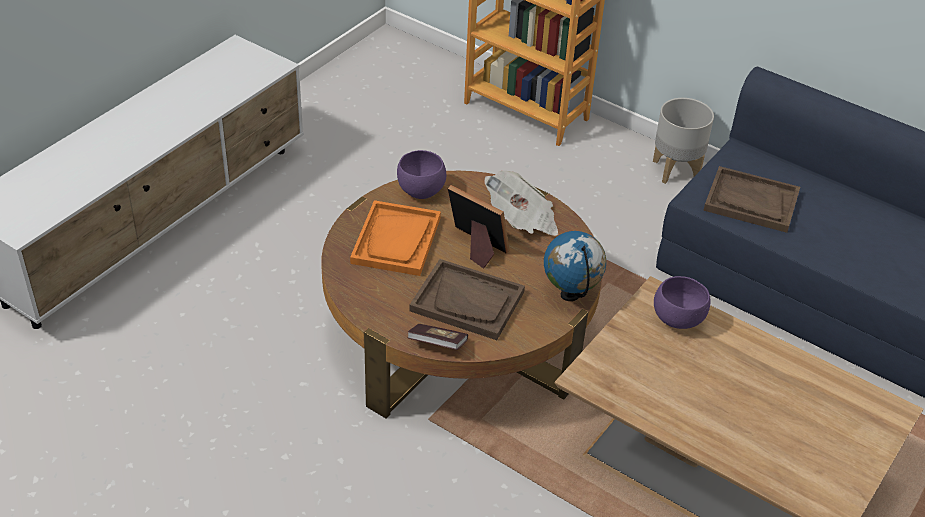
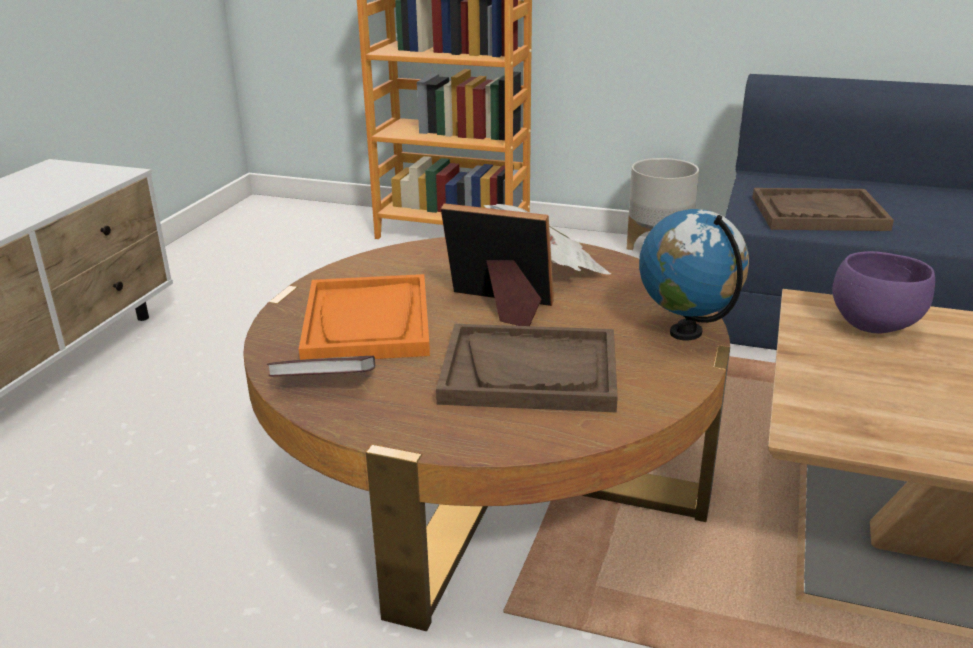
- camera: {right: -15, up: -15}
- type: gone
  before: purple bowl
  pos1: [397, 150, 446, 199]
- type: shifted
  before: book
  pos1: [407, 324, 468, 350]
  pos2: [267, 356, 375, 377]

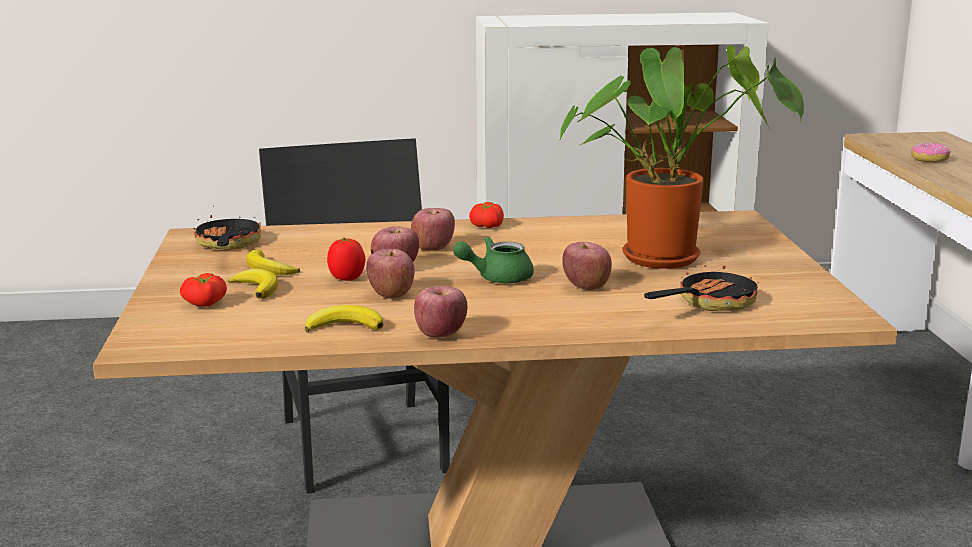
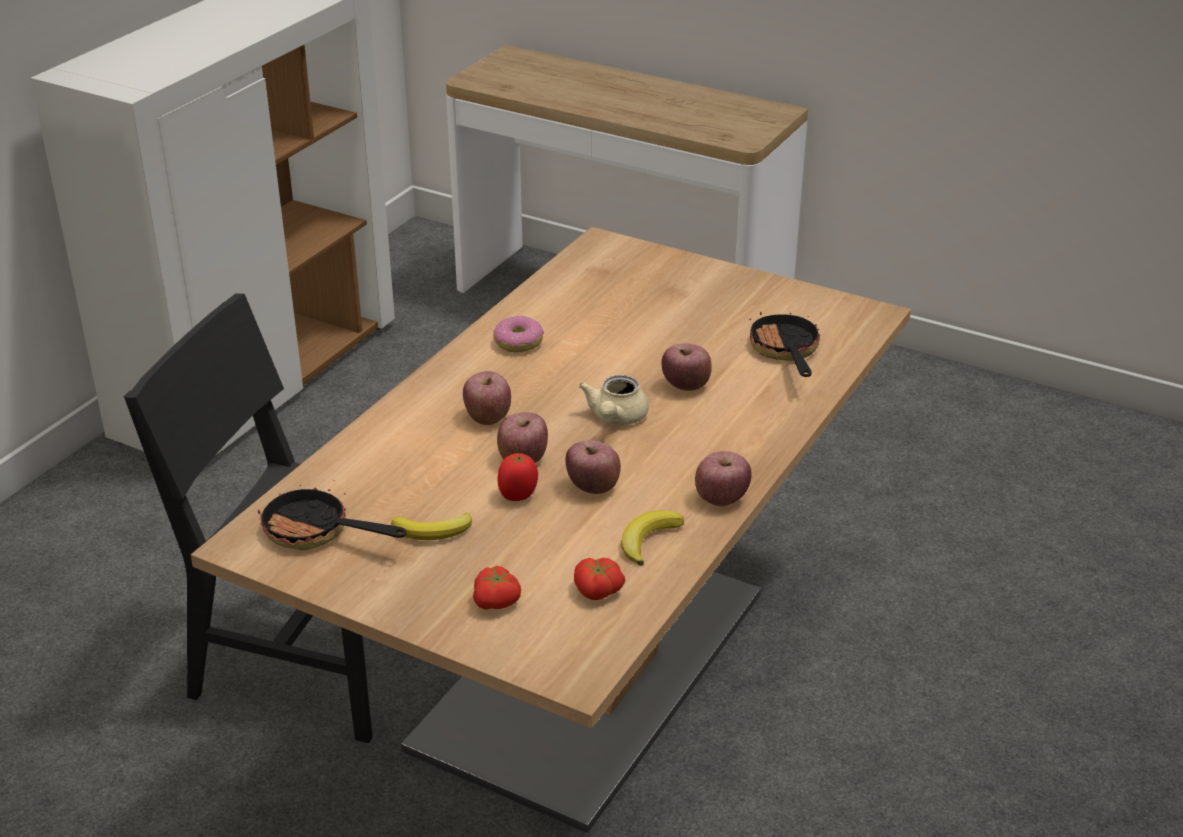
- camera: {right: -55, up: 15}
- type: gone
  before: potted plant
  pos1: [558, 46, 804, 269]
- type: shifted
  before: donut
  pos1: [911, 143, 950, 162]
  pos2: [493, 316, 544, 353]
- type: shifted
  before: tomato
  pos1: [469, 202, 504, 228]
  pos2: [574, 558, 625, 600]
- type: repainted
  before: green teapot
  after: beige teapot
  pos1: [453, 237, 534, 283]
  pos2: [579, 375, 649, 425]
- type: gone
  before: banana
  pos1: [228, 269, 278, 299]

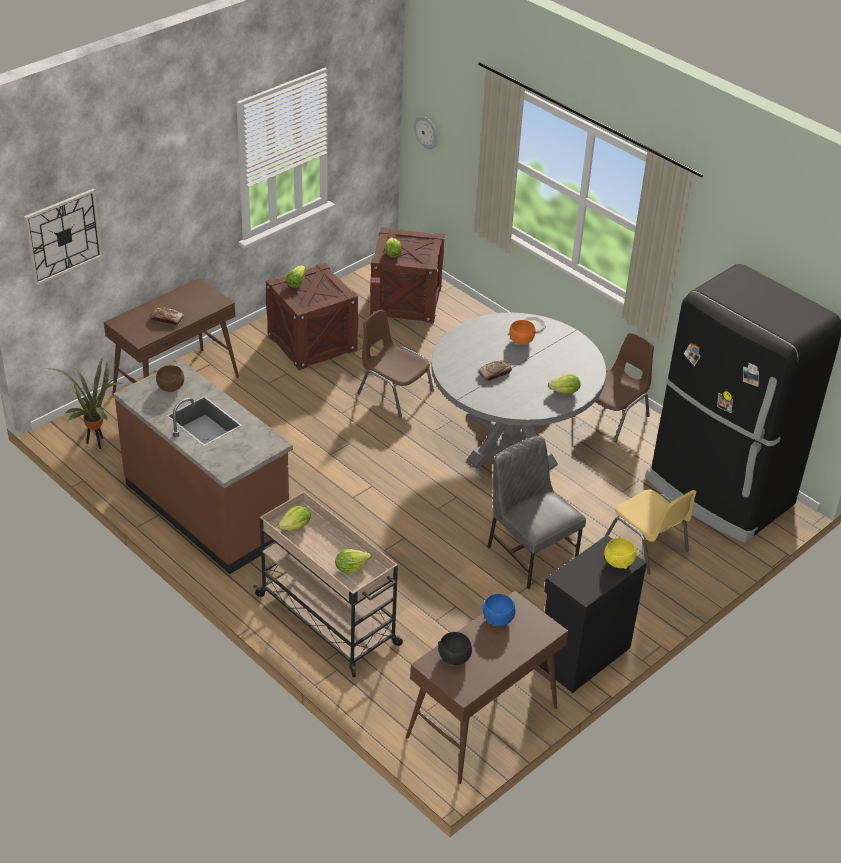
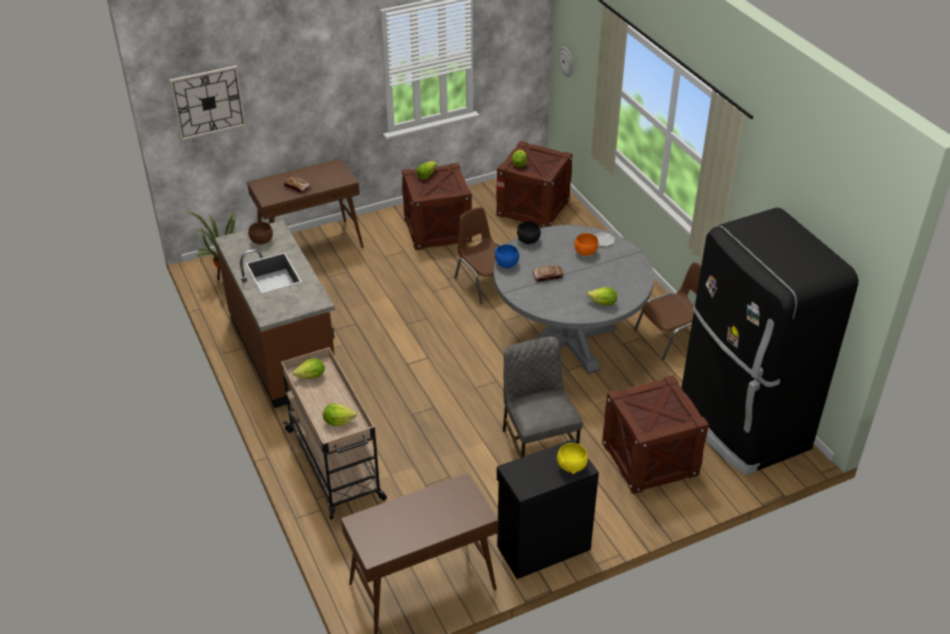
- camera: {right: 20, up: 0}
- type: swapped
  before: yellow chair
  after: crate
  pos1: [604, 489, 697, 574]
  pos2: [602, 375, 709, 494]
- type: shifted
  before: blue bowl
  pos1: [482, 594, 515, 626]
  pos2: [495, 244, 519, 268]
- type: shifted
  before: black bowl
  pos1: [438, 632, 472, 665]
  pos2: [517, 221, 541, 244]

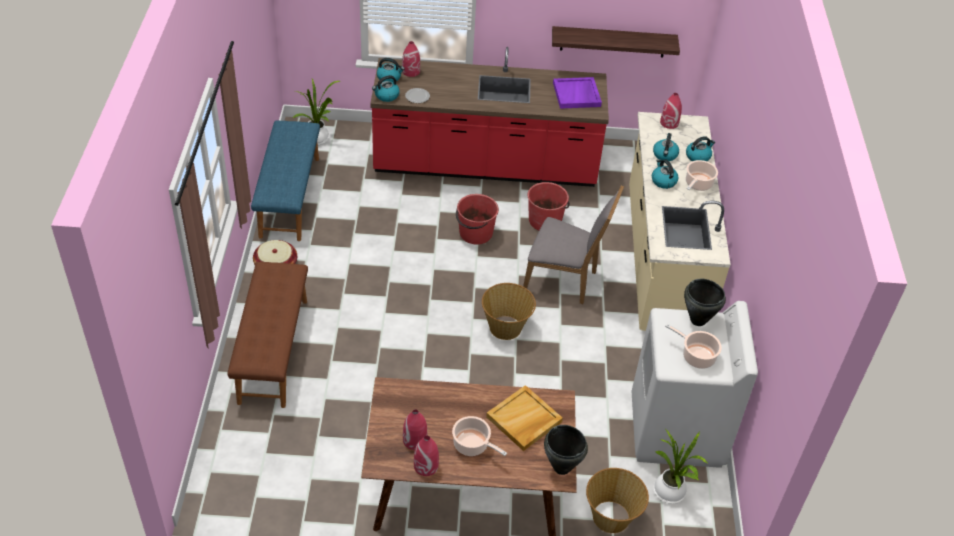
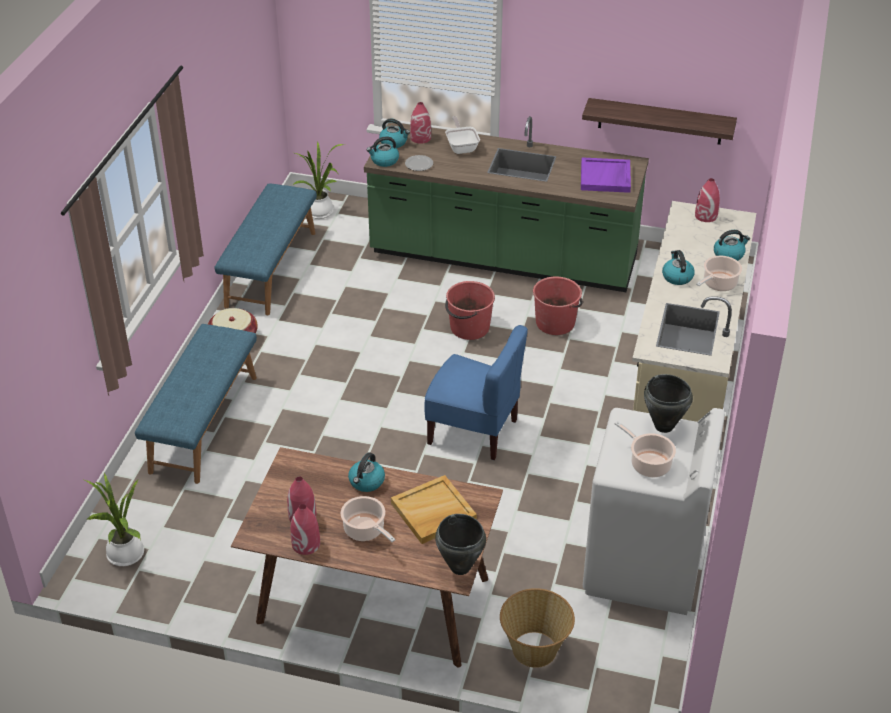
- camera: {right: 15, up: -5}
- type: repainted
  before: red counter
  after: green counter
  pos1: [370, 47, 609, 187]
  pos2: [364, 116, 649, 292]
- type: shifted
  before: kettle
  pos1: [653, 133, 679, 161]
  pos2: [348, 452, 385, 492]
- type: gone
  before: grey chair
  pos1: [523, 185, 624, 304]
- type: repainted
  before: brown bench
  after: blue bench
  pos1: [227, 262, 308, 408]
  pos2: [135, 324, 257, 484]
- type: swapped
  before: basket
  after: blue chair
  pos1: [482, 283, 536, 340]
  pos2: [424, 325, 528, 460]
- type: shifted
  before: potted plant
  pos1: [654, 429, 707, 504]
  pos2: [84, 473, 144, 566]
- type: new
  after: frying pan
  pos2: [445, 116, 480, 154]

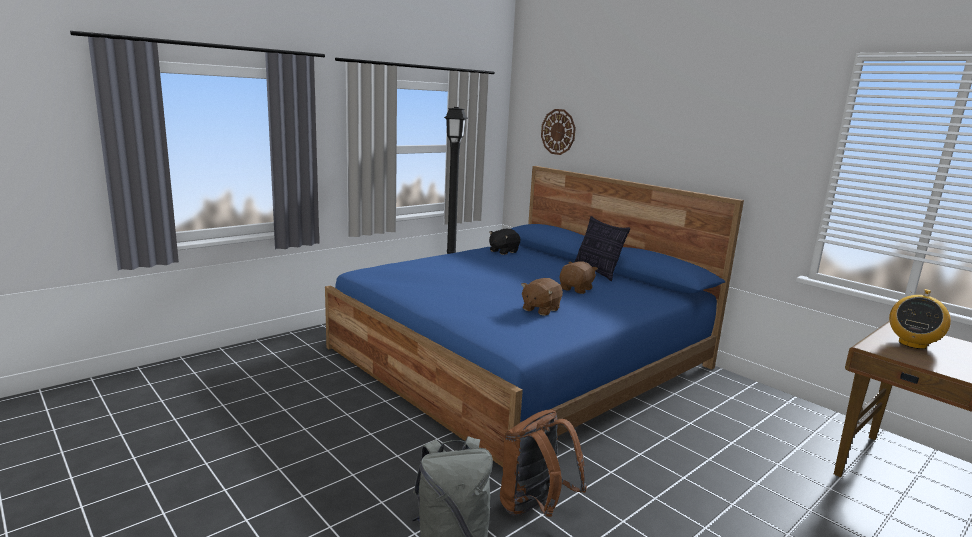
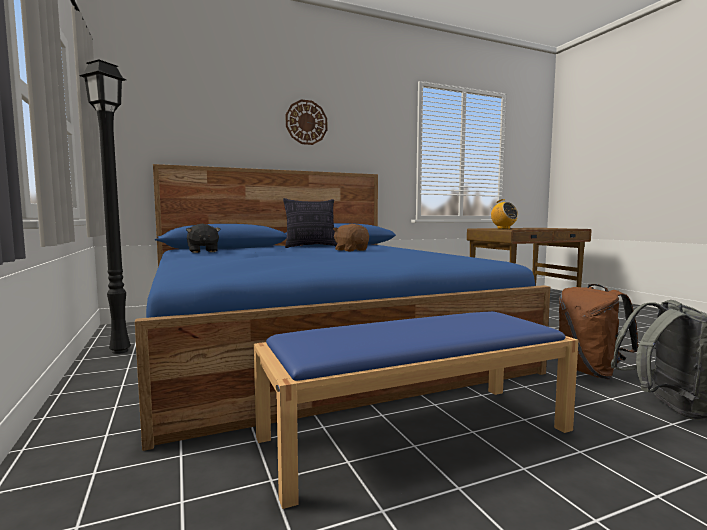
- camera: {right: -70, up: -10}
- type: shifted
  before: wall clock
  pos1: [541, 109, 576, 155]
  pos2: [286, 99, 327, 145]
- type: gone
  before: brown plush toy
  pos1: [521, 278, 563, 316]
- type: new
  after: blue bench
  pos2: [254, 311, 579, 509]

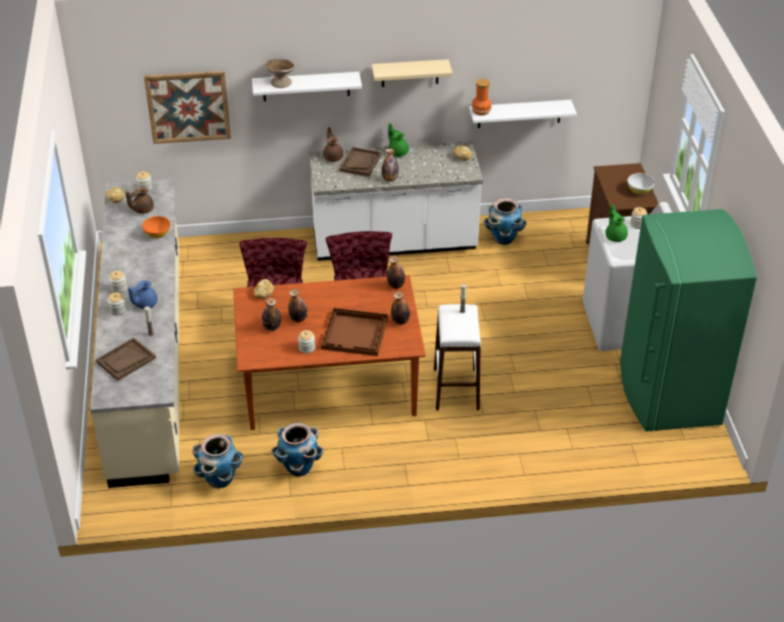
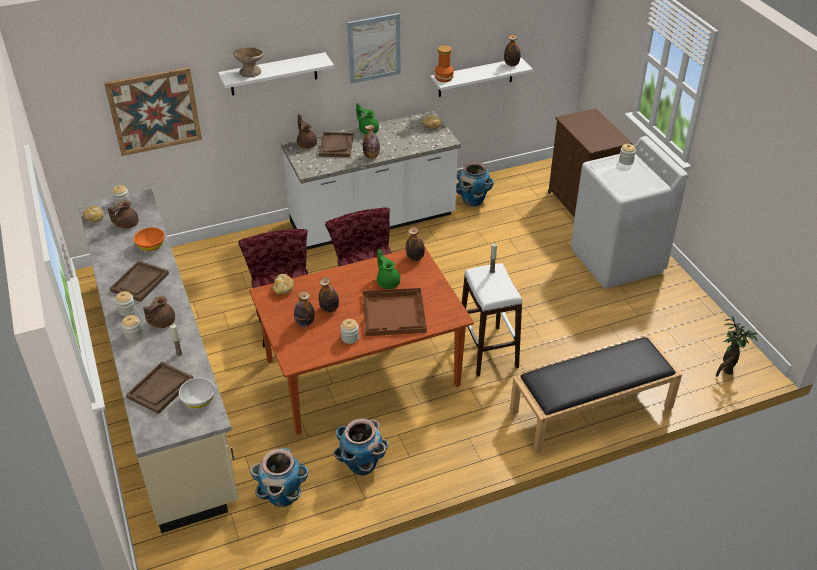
- camera: {right: -15, up: 0}
- type: swapped
  before: beige shelf
  after: picture
  pos1: [372, 59, 453, 87]
  pos2: [347, 13, 400, 84]
- type: shifted
  before: white bowl
  pos1: [628, 173, 655, 194]
  pos2: [179, 378, 215, 409]
- type: shifted
  before: green teapot
  pos1: [606, 204, 628, 242]
  pos2: [377, 249, 400, 289]
- type: gone
  before: green fridge
  pos1: [620, 209, 757, 432]
- type: repainted
  before: blue teapot
  after: brown teapot
  pos1: [128, 280, 157, 309]
  pos2: [143, 296, 175, 328]
- type: shifted
  before: bottle
  pos1: [391, 291, 410, 324]
  pos2: [504, 34, 520, 66]
- type: new
  after: brown tray
  pos2: [110, 261, 169, 302]
- type: new
  after: potted plant
  pos2: [716, 315, 758, 377]
- type: new
  after: black bench
  pos2: [510, 336, 682, 453]

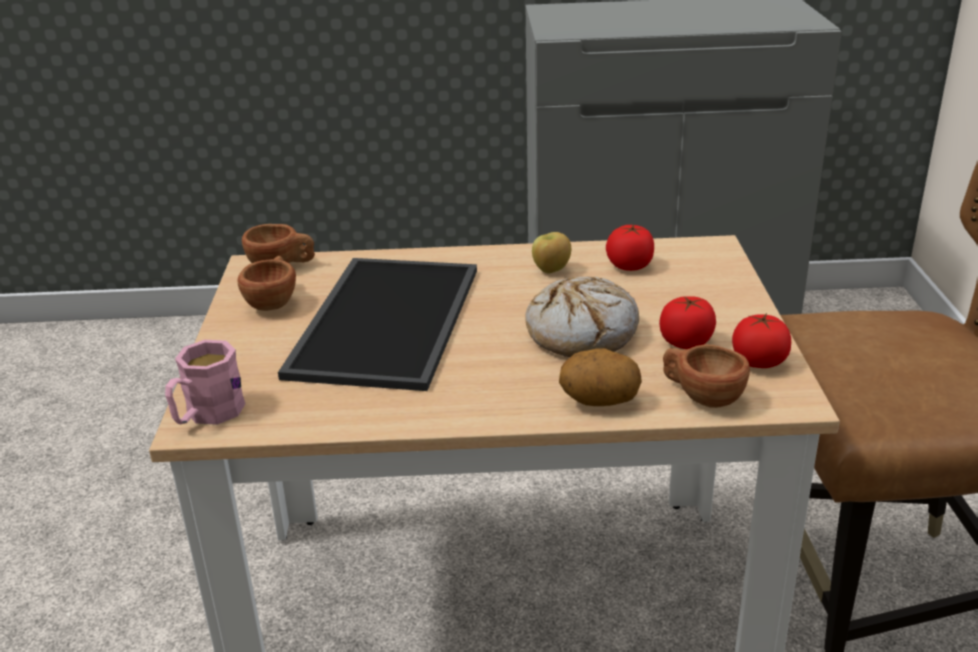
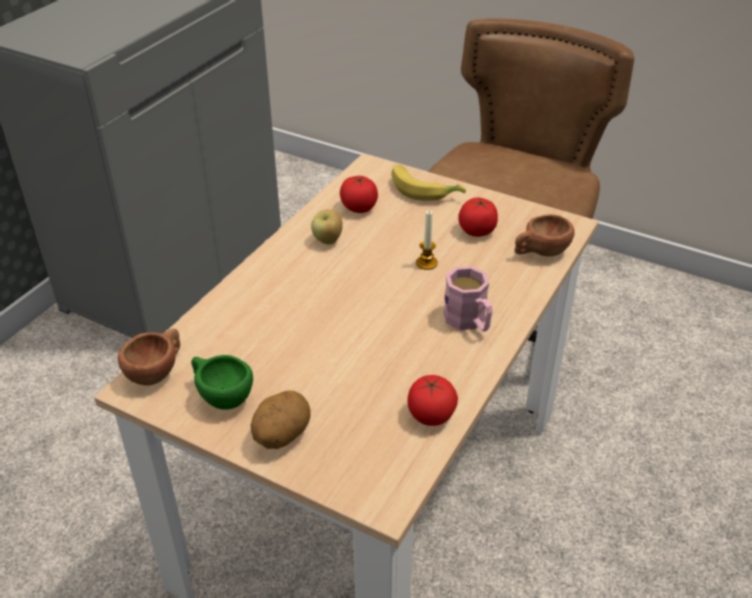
- camera: {right: -60, up: 10}
- type: repainted
  before: brown cup
  after: green cup
  pos1: [238, 256, 296, 311]
  pos2: [191, 355, 253, 410]
- type: gone
  before: tray
  pos1: [278, 258, 477, 391]
- type: swapped
  before: bread
  after: candle
  pos1: [525, 277, 639, 357]
  pos2: [416, 210, 438, 270]
- type: shifted
  before: tomato
  pos1: [732, 313, 791, 368]
  pos2: [408, 375, 458, 426]
- type: shifted
  before: pink mug
  pos1: [165, 340, 246, 425]
  pos2: [443, 266, 493, 332]
- type: shifted
  before: potato
  pos1: [559, 348, 642, 406]
  pos2: [251, 391, 311, 449]
- type: new
  after: banana
  pos2: [391, 165, 466, 200]

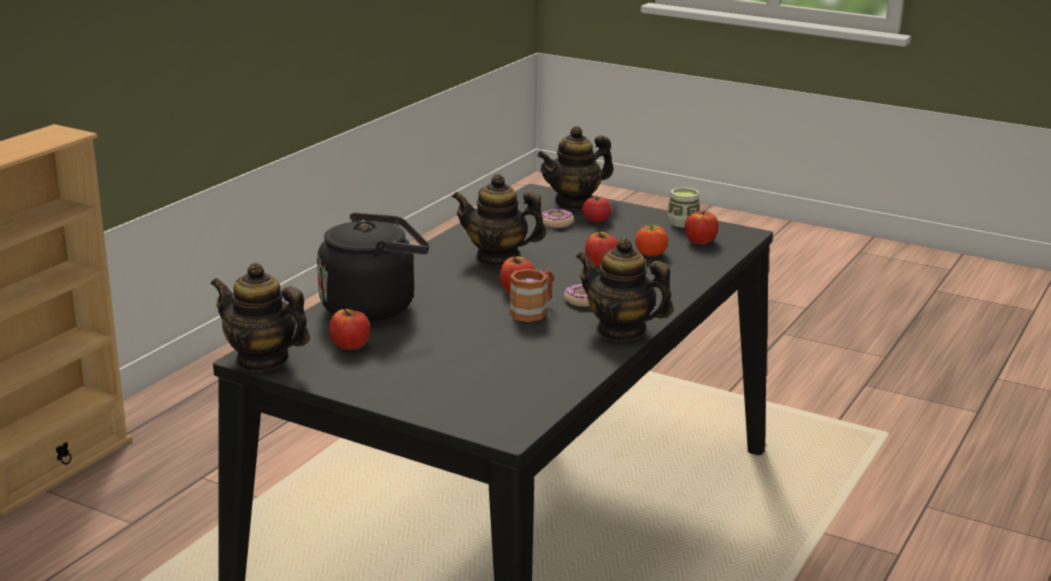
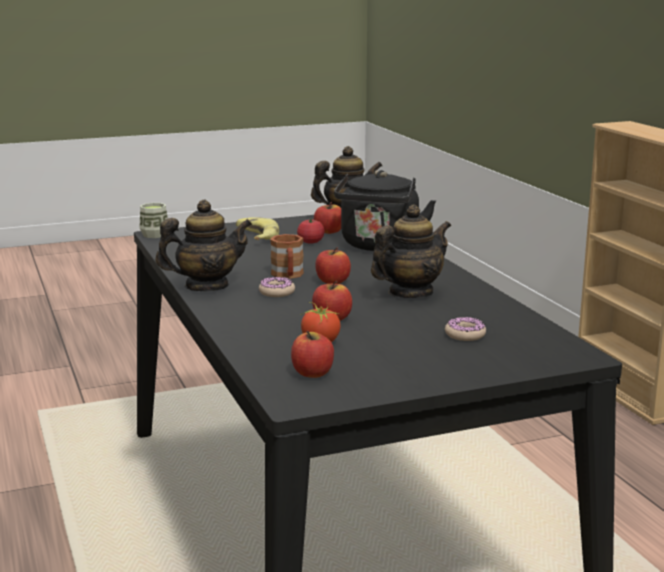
- camera: {right: 130, up: -5}
- type: gone
  before: teapot
  pos1: [537, 126, 614, 210]
- type: shifted
  before: cup
  pos1: [668, 187, 700, 228]
  pos2: [140, 203, 168, 238]
- type: shifted
  before: tomato
  pos1: [582, 196, 611, 222]
  pos2: [297, 219, 325, 244]
- type: new
  after: banana
  pos2: [236, 217, 279, 240]

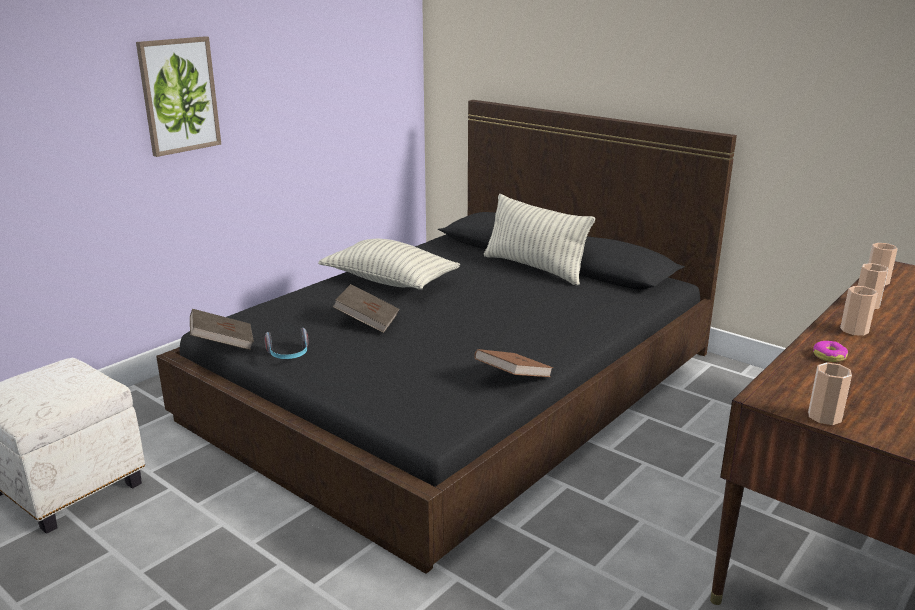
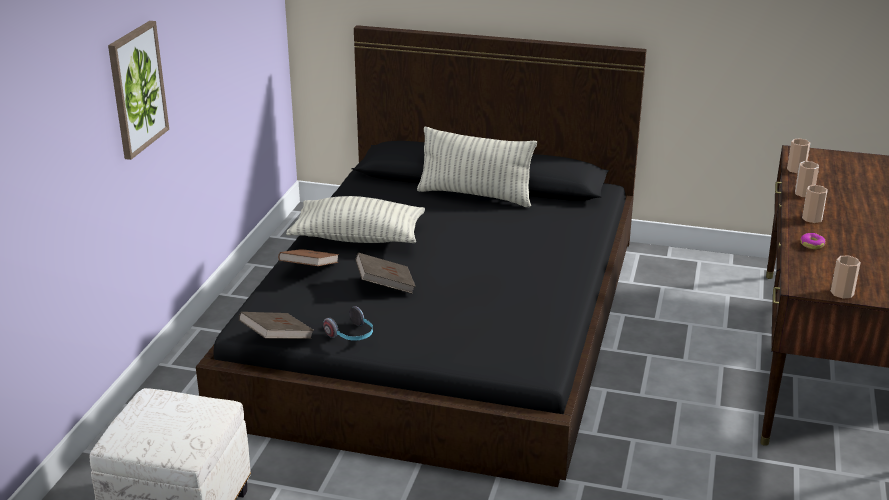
- camera: {right: -25, up: 5}
- type: shifted
  before: brown book
  pos1: [474, 349, 553, 377]
  pos2: [278, 249, 339, 266]

